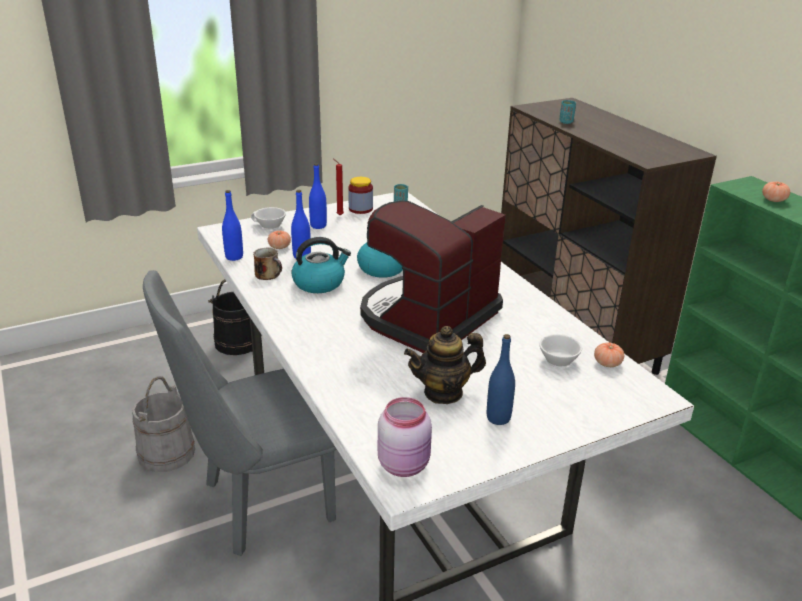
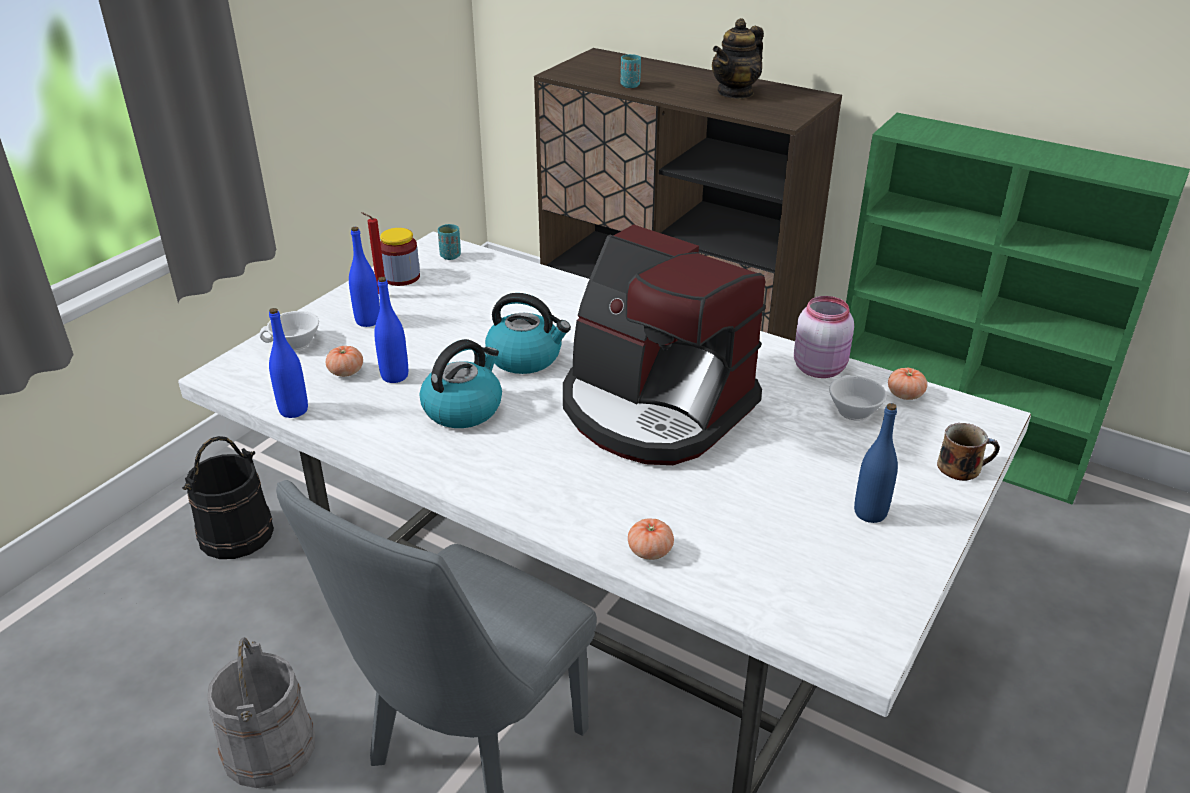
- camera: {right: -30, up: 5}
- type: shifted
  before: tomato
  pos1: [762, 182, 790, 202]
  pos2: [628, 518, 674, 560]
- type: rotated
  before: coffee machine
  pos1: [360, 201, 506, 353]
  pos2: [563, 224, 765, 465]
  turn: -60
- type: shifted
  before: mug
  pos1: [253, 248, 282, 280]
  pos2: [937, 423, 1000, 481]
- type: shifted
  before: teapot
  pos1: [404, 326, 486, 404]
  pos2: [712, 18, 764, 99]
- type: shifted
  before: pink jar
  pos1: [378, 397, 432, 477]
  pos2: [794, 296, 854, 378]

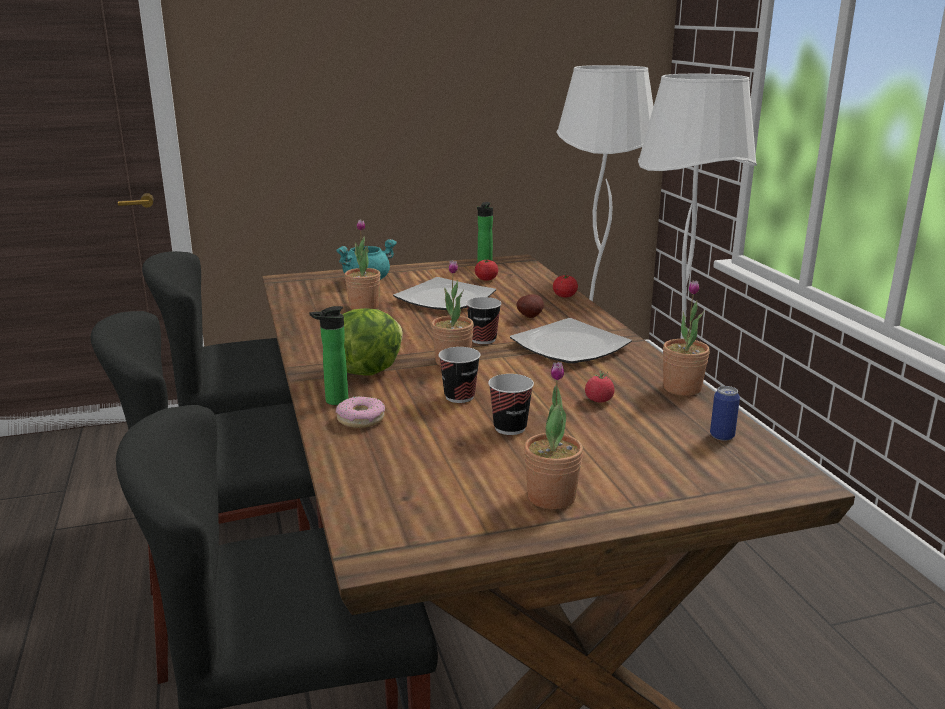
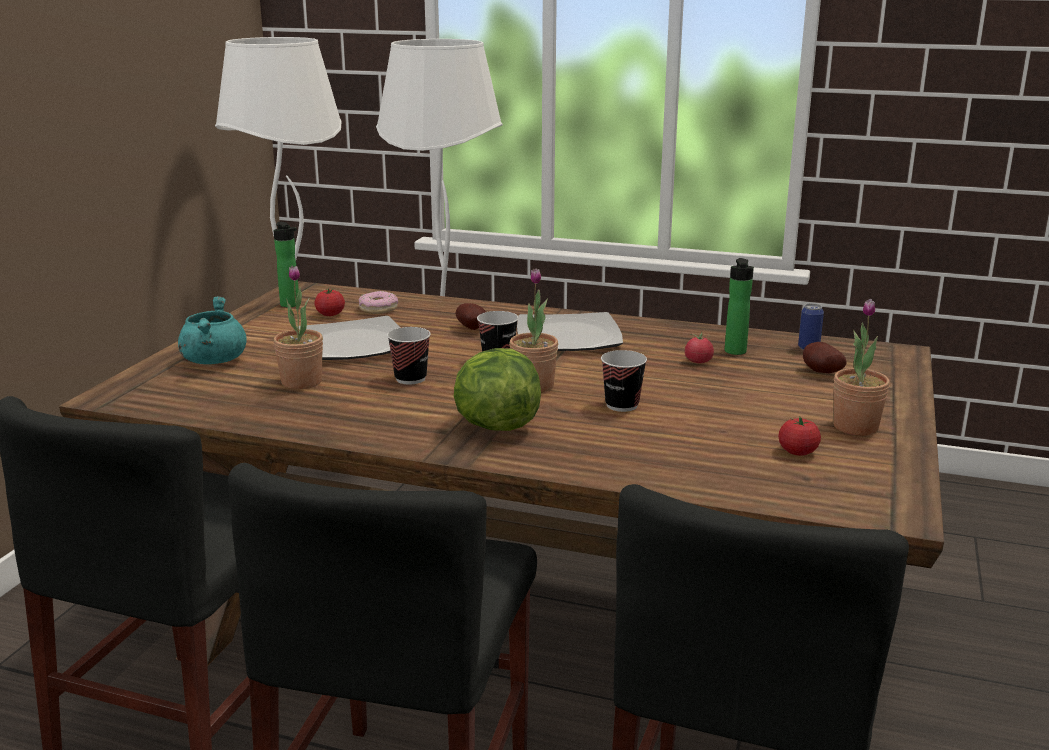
- camera: {right: -55, up: 0}
- type: shifted
  before: tomato
  pos1: [553, 274, 578, 298]
  pos2: [778, 417, 821, 455]
- type: gone
  before: potted plant
  pos1: [663, 280, 710, 396]
- type: shifted
  before: bottle
  pos1: [309, 306, 348, 405]
  pos2: [725, 258, 754, 355]
- type: shifted
  before: cup
  pos1: [488, 374, 534, 435]
  pos2: [387, 327, 431, 385]
- type: shifted
  before: donut
  pos1: [336, 396, 385, 428]
  pos2: [359, 291, 398, 314]
- type: new
  after: potato
  pos2: [803, 342, 846, 373]

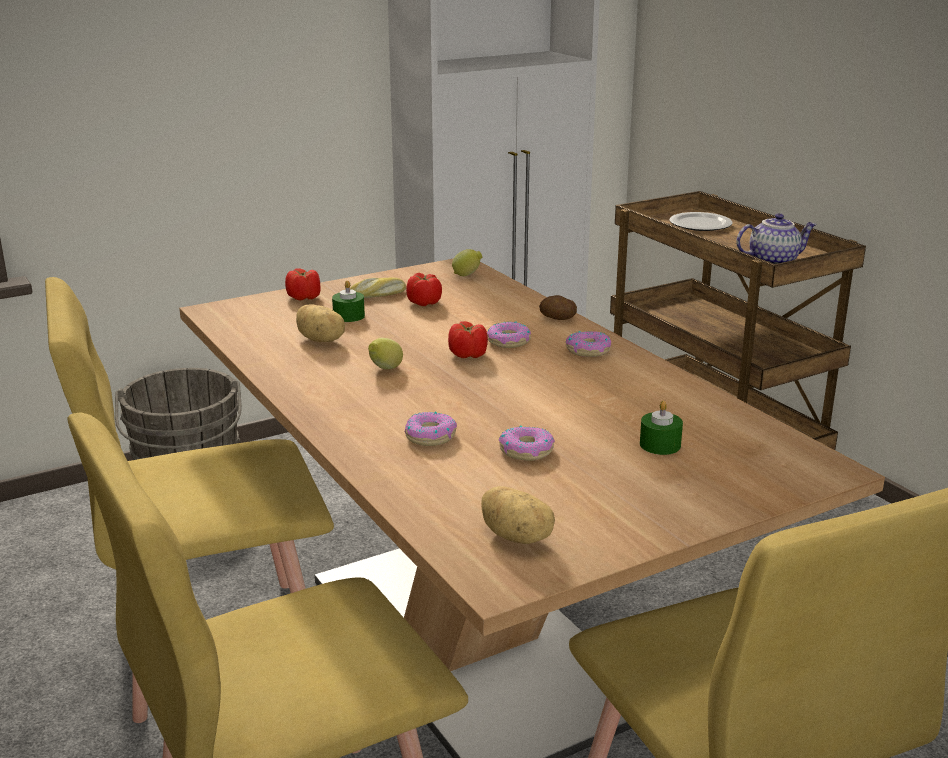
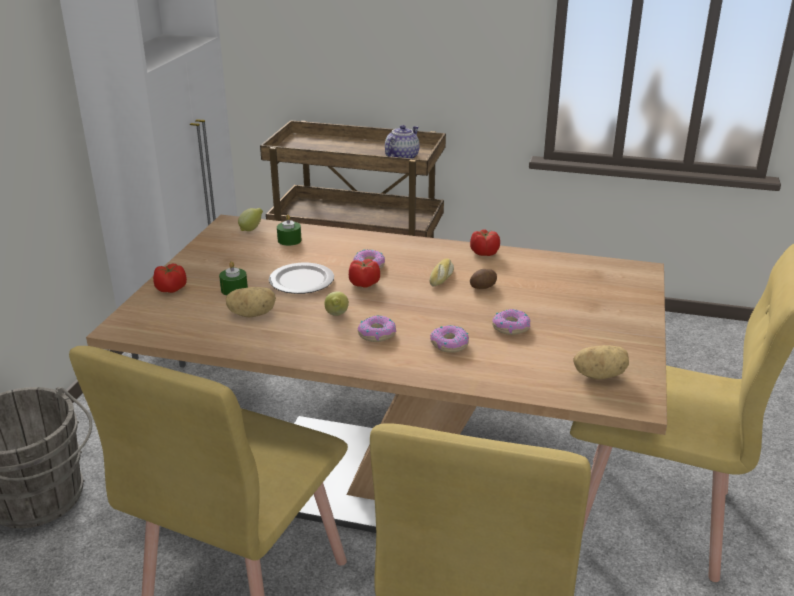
- camera: {right: -45, up: 5}
- type: shifted
  before: plate
  pos1: [669, 212, 733, 231]
  pos2: [269, 263, 334, 294]
- type: shifted
  before: tomato
  pos1: [406, 273, 442, 306]
  pos2: [470, 229, 500, 256]
- type: shifted
  before: bread
  pos1: [350, 278, 406, 298]
  pos2: [429, 259, 454, 287]
- type: shifted
  before: potato
  pos1: [539, 295, 577, 320]
  pos2: [470, 269, 497, 289]
- type: shifted
  before: donut
  pos1: [566, 331, 611, 357]
  pos2: [358, 315, 396, 342]
- type: shifted
  before: green candle
  pos1: [640, 400, 683, 455]
  pos2: [277, 214, 302, 246]

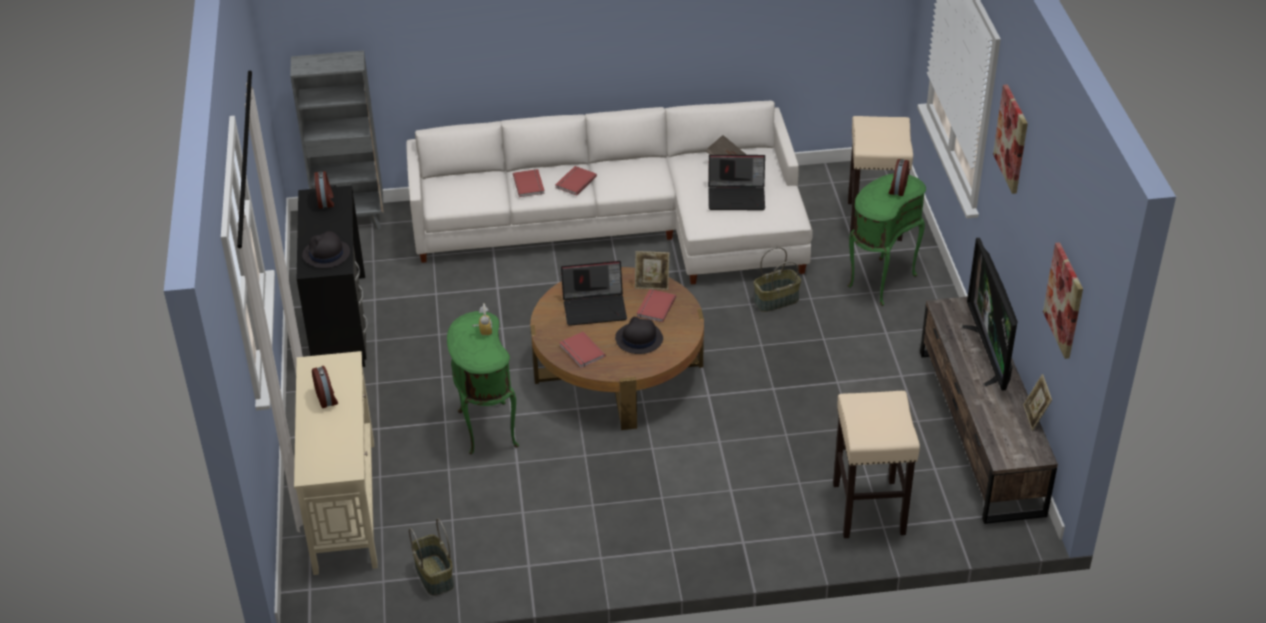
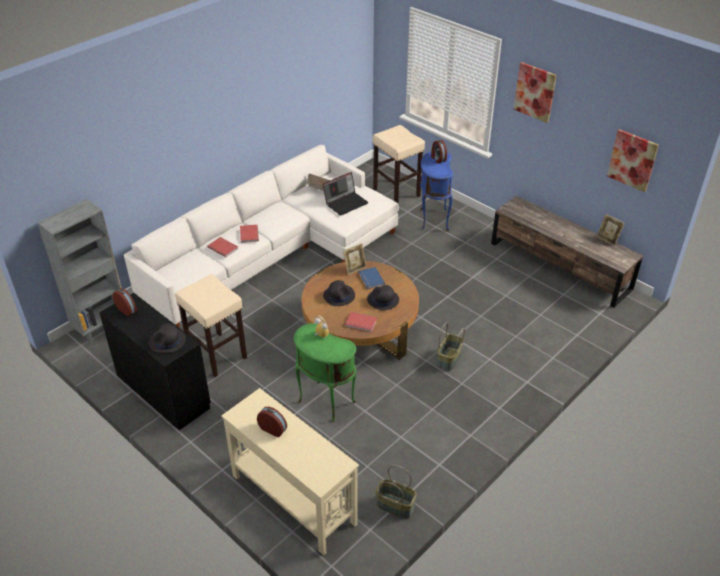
- camera: {right: -40, up: 0}
- type: repainted
  before: green side table
  after: blue side table
  pos1: [847, 174, 926, 306]
  pos2: [420, 152, 453, 231]
- type: gone
  before: television
  pos1: [962, 238, 1018, 391]
- type: shifted
  before: basket
  pos1: [754, 247, 801, 312]
  pos2: [437, 322, 465, 371]
- type: swapped
  before: laptop
  after: black hat
  pos1: [561, 261, 627, 326]
  pos2: [323, 280, 355, 306]
- type: repainted
  before: red book
  after: blue book
  pos1: [637, 289, 676, 322]
  pos2: [358, 267, 385, 289]
- type: shifted
  before: beige stool
  pos1: [833, 391, 920, 538]
  pos2: [175, 274, 247, 377]

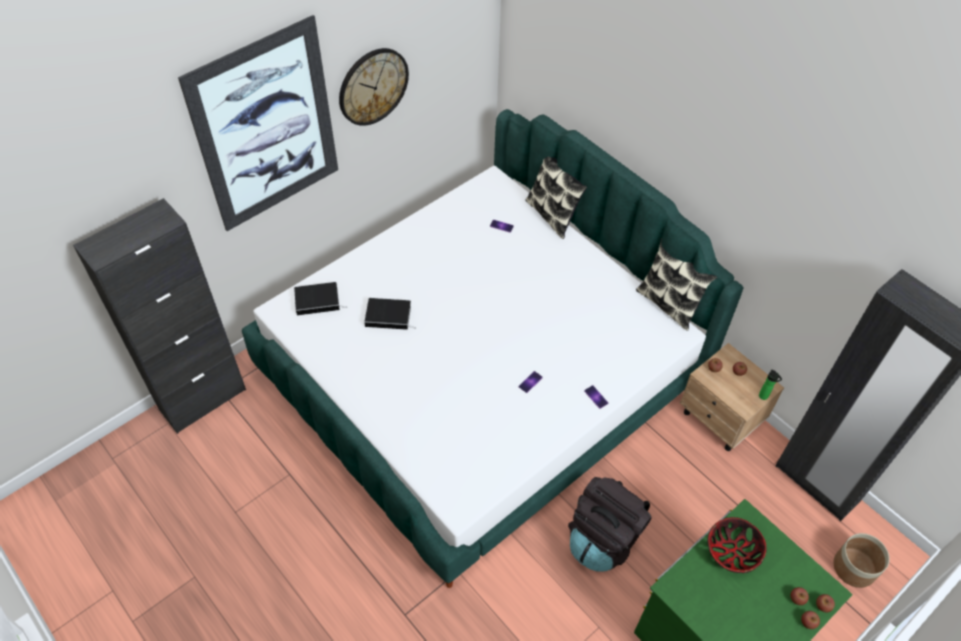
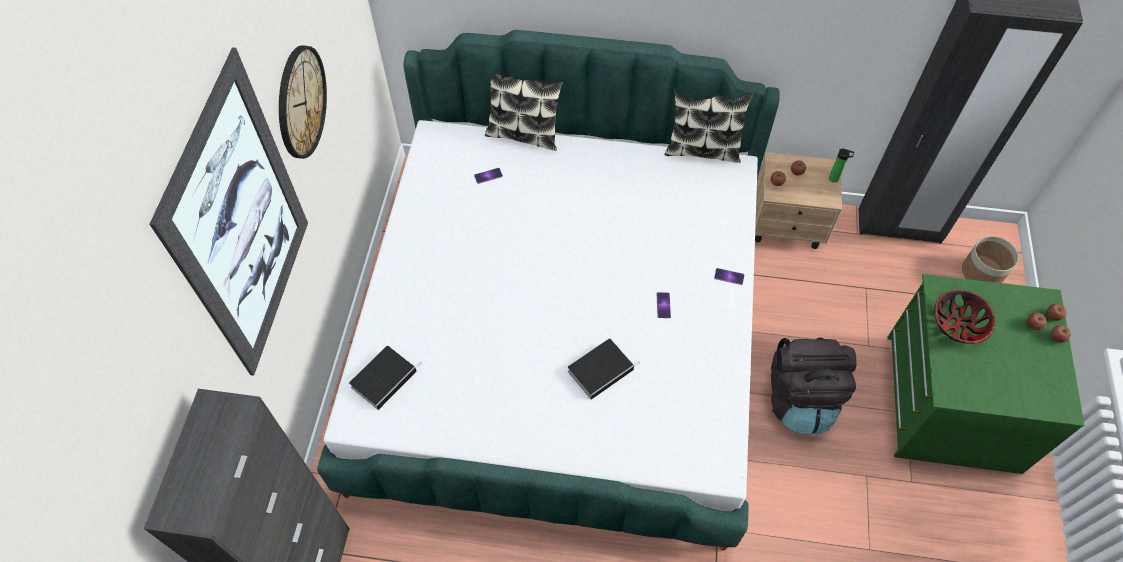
- camera: {right: -40, up: 5}
- type: shifted
  before: book
  pos1: [364, 298, 417, 330]
  pos2: [568, 339, 640, 400]

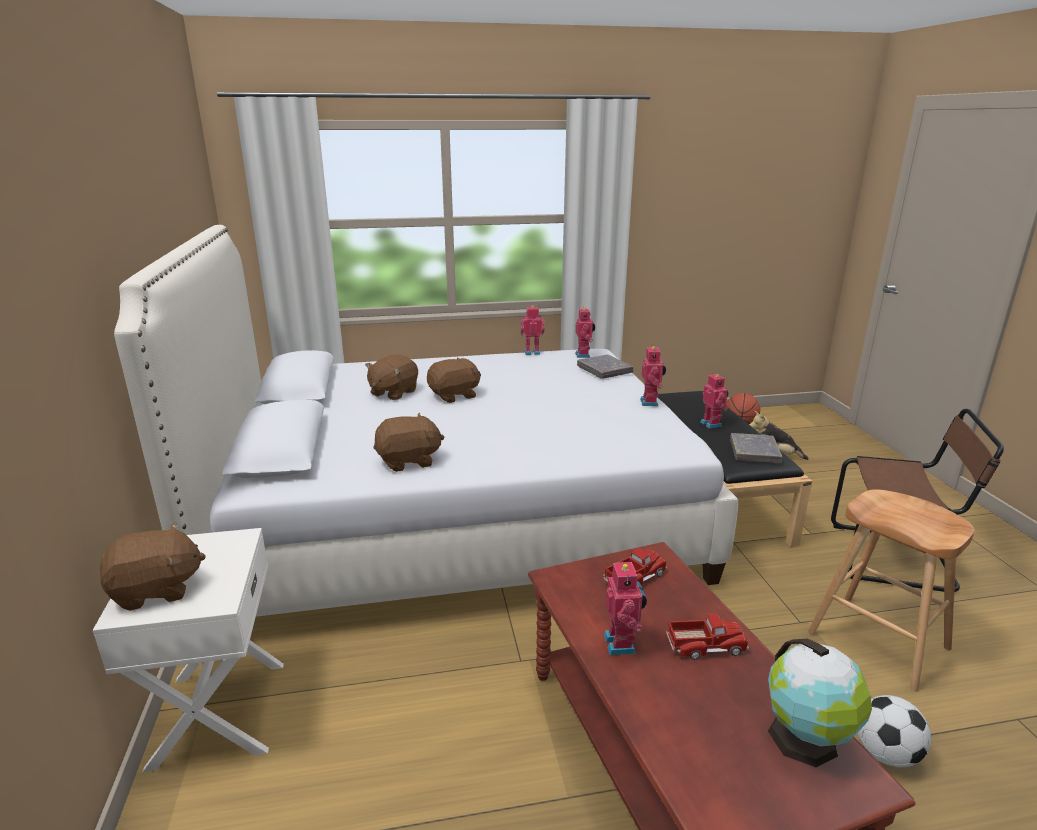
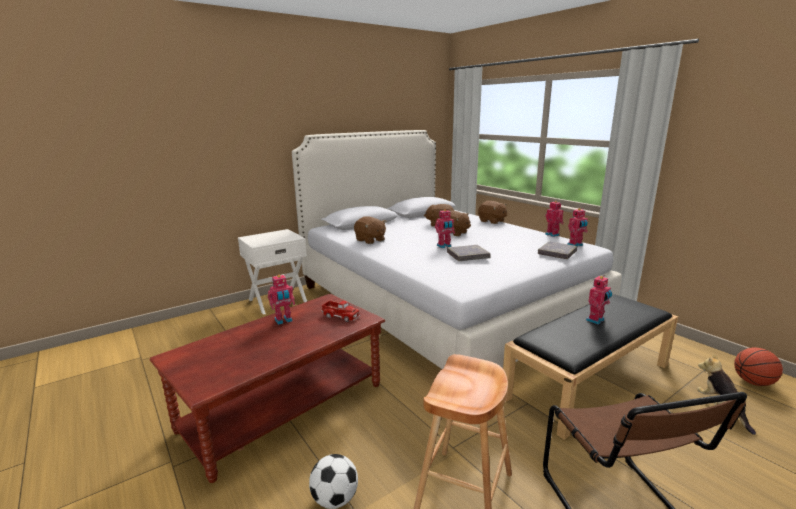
- camera: {right: 65, up: -5}
- type: shifted
  before: toy robot
  pos1: [640, 345, 666, 406]
  pos2: [435, 209, 455, 248]
- type: shifted
  before: grey book
  pos1: [730, 433, 782, 463]
  pos2: [447, 245, 491, 261]
- type: shifted
  before: brown plush toy
  pos1: [100, 523, 206, 611]
  pos2: [478, 201, 507, 224]
- type: gone
  before: toy truck
  pos1: [666, 614, 749, 660]
- type: gone
  before: globe
  pos1: [768, 639, 872, 767]

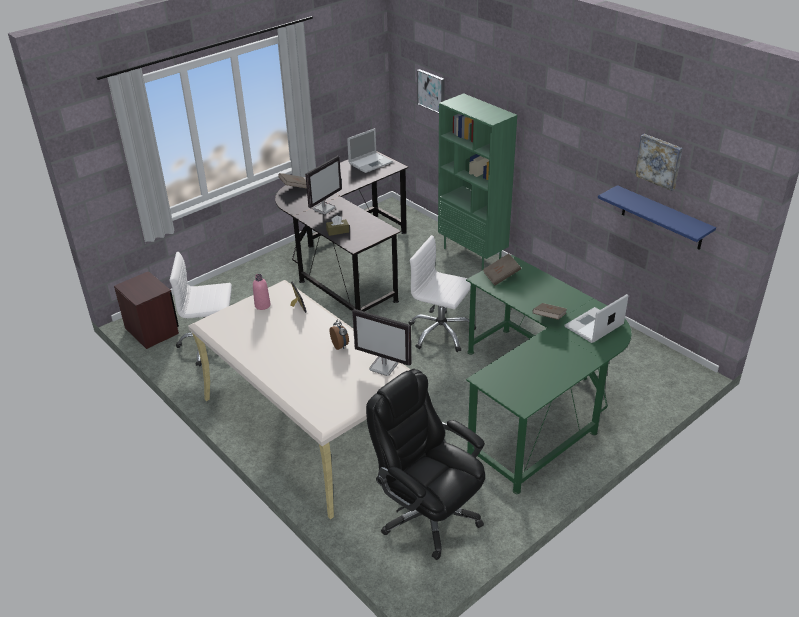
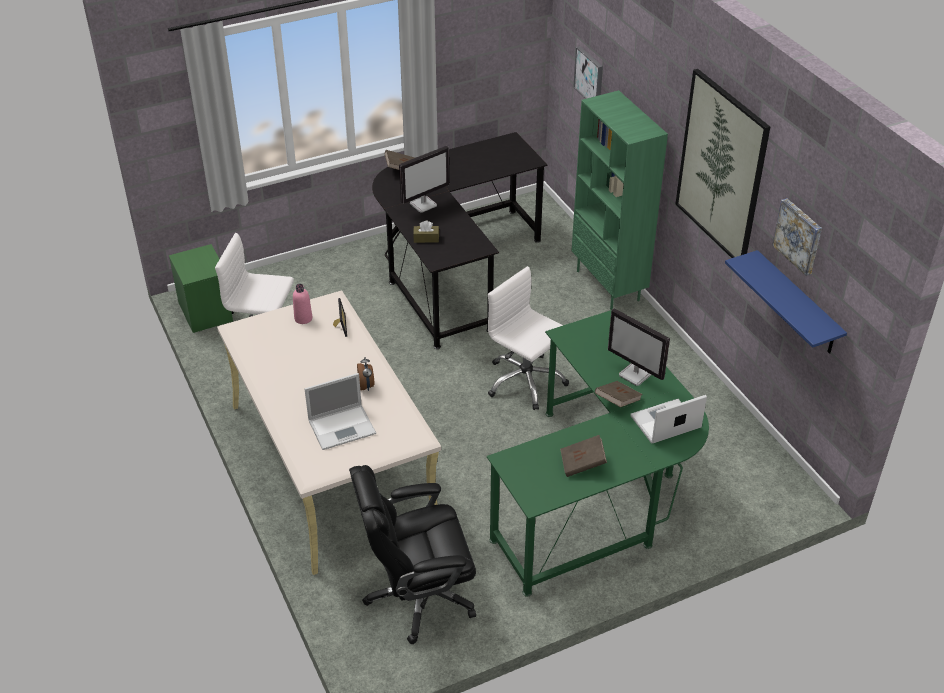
- camera: {right: 15, up: 5}
- type: shifted
  before: laptop
  pos1: [347, 128, 393, 173]
  pos2: [305, 373, 376, 450]
- type: shifted
  before: brown book
  pos1: [483, 253, 521, 286]
  pos2: [560, 435, 607, 477]
- type: repainted
  before: brown nightstand
  after: green nightstand
  pos1: [114, 271, 179, 349]
  pos2: [169, 244, 234, 333]
- type: shifted
  before: monitor
  pos1: [352, 309, 411, 376]
  pos2: [608, 308, 670, 386]
- type: rotated
  before: black office chair
  pos1: [366, 369, 485, 560]
  pos2: [349, 465, 476, 644]
  turn: -75
- type: new
  after: picture
  pos2: [676, 69, 770, 258]

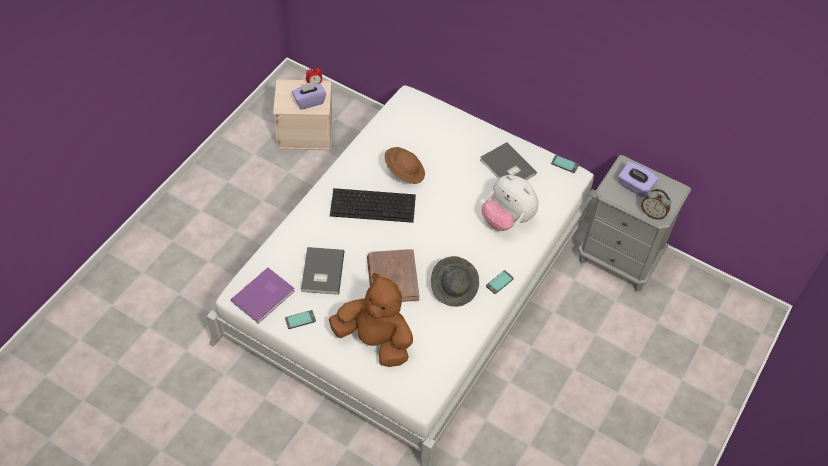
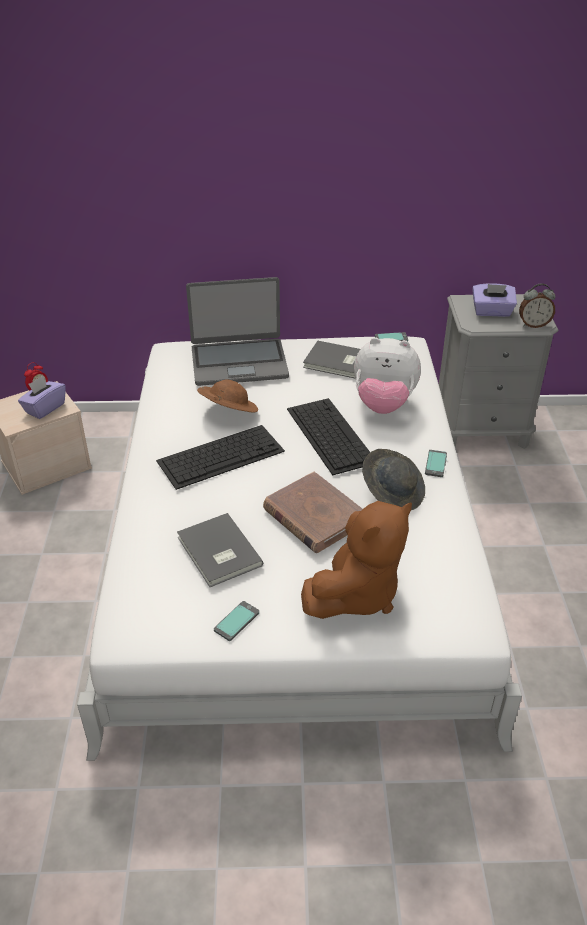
- camera: {right: -30, up: -15}
- type: gone
  before: purple book
  pos1: [231, 268, 295, 324]
- type: rotated
  before: brown plush toy
  pos1: [329, 273, 413, 367]
  pos2: [301, 501, 412, 619]
  turn: 135
- type: new
  after: laptop
  pos2: [186, 277, 289, 386]
- type: new
  after: keyboard
  pos2: [287, 398, 370, 475]

